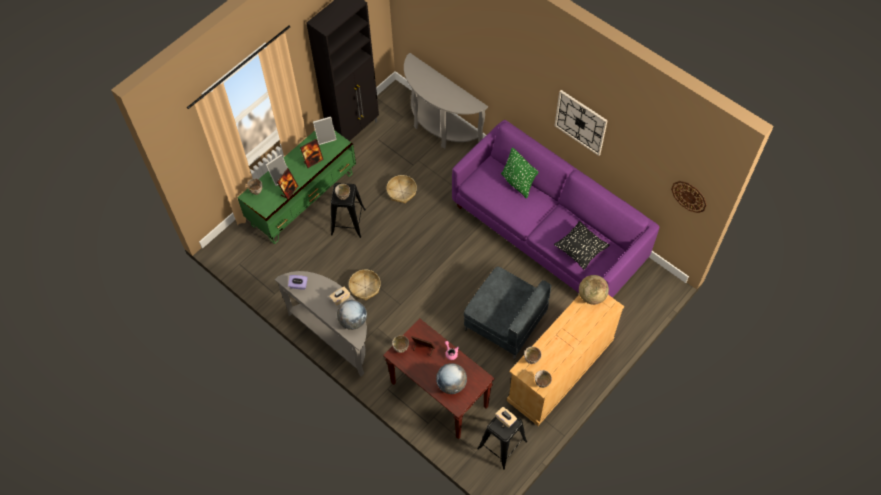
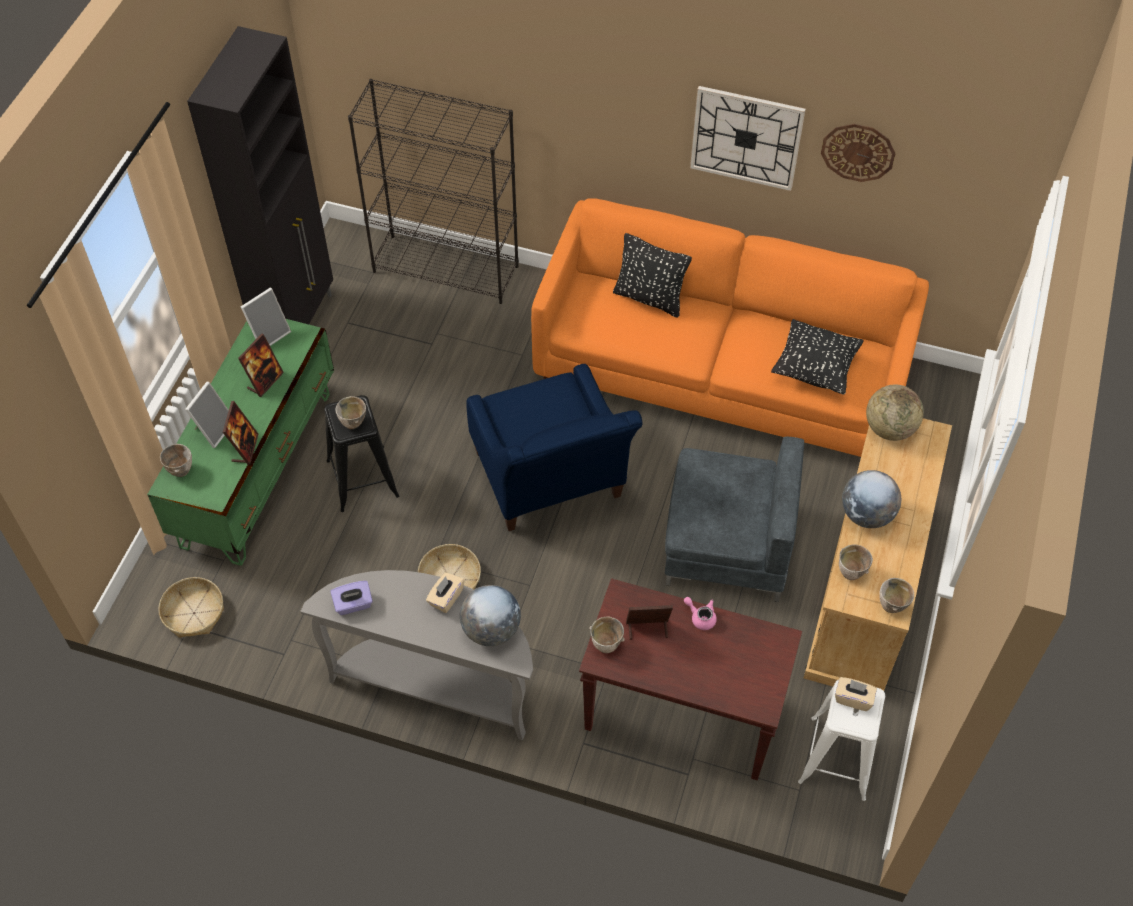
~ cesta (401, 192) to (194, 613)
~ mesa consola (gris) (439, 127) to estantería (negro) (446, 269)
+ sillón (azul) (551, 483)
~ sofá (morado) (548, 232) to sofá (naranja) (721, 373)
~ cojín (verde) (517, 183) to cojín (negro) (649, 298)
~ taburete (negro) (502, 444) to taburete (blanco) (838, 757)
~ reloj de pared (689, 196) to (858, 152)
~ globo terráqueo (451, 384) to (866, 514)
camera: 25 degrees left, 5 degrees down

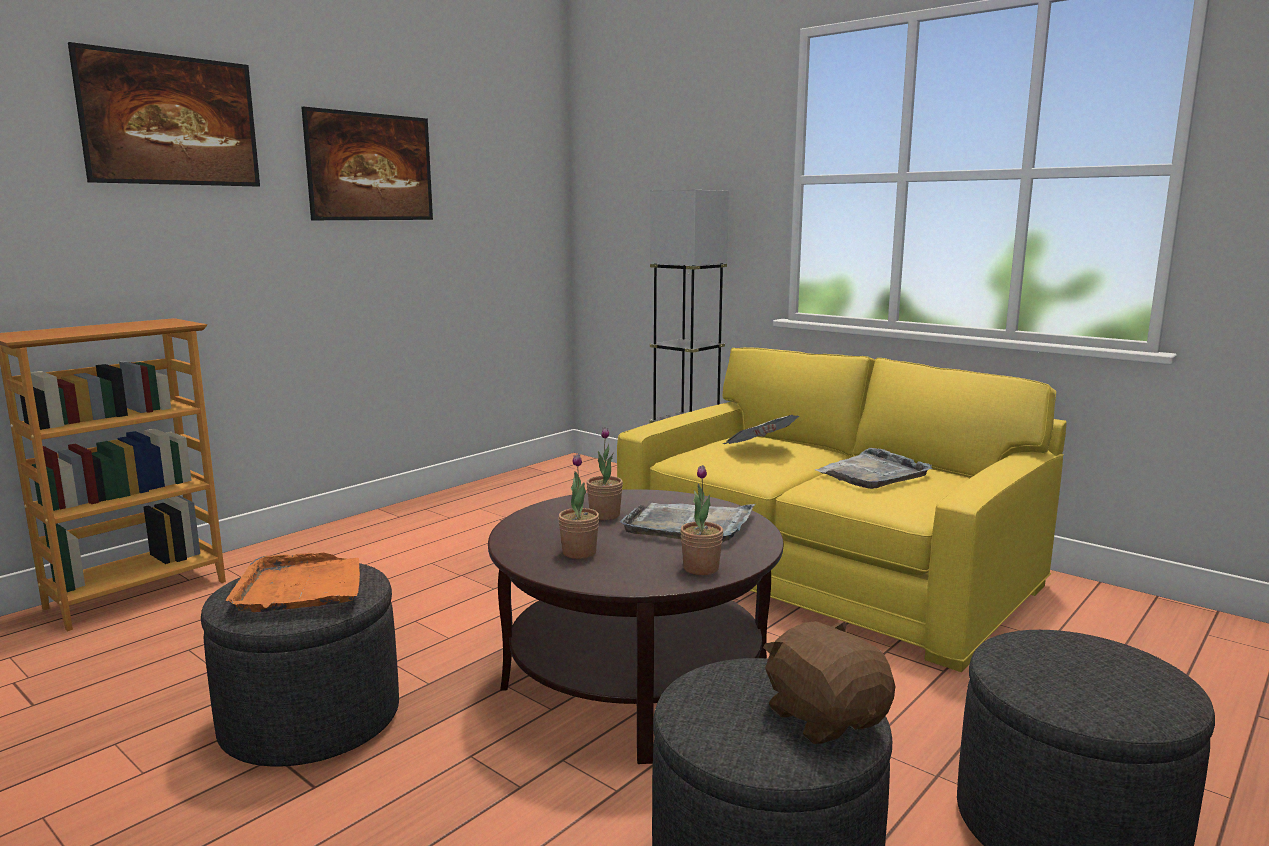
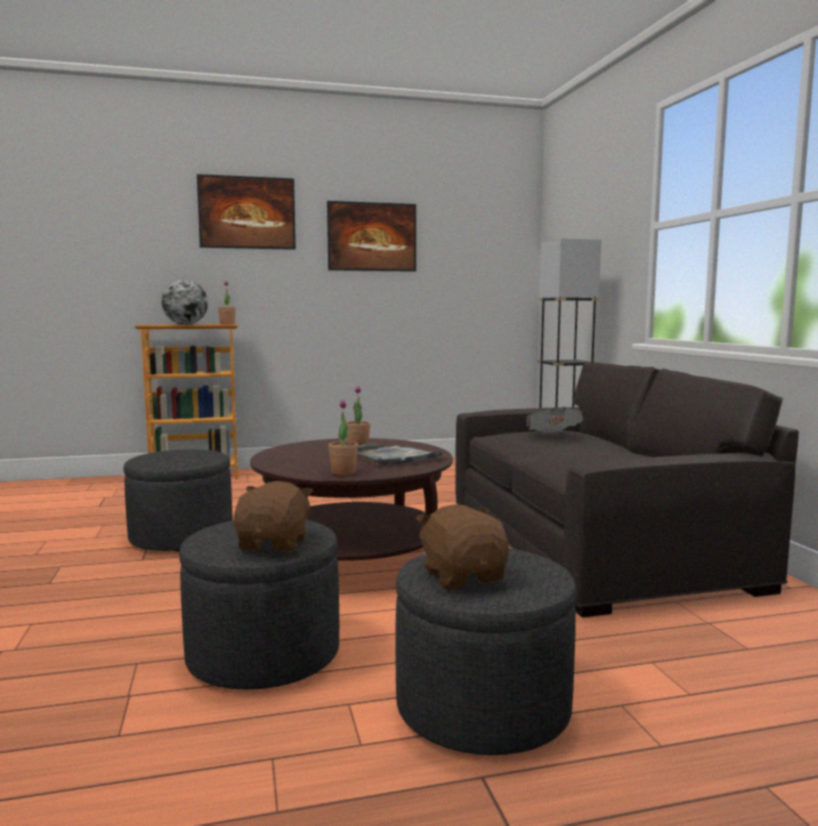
+ globo terráqueo (186, 324)
~ planta en maceta (579, 553) to (227, 324)
+ peluche (marrón) (463, 576)
~ sofá (amarillo) (826, 571) to sofá (gris) (593, 544)
- bandeja (naranja) (301, 588)
- bandeja (gris) (873, 473)
camera: 35 degrees right, 5 degrees down

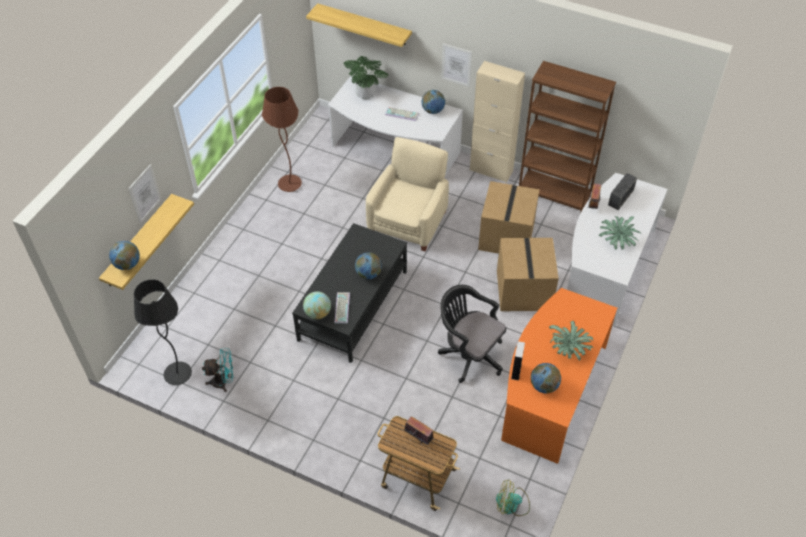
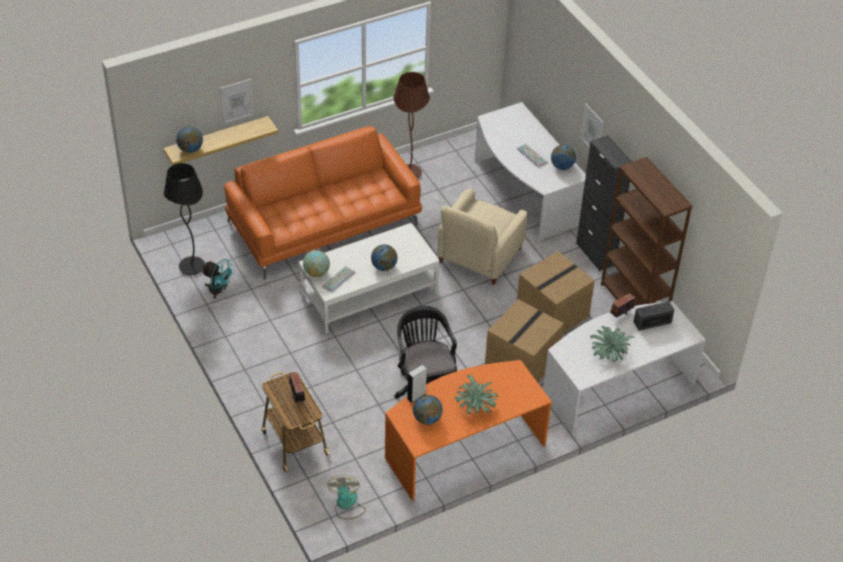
+ sofá (naranja) (324, 223)
~ mesa de centro (negro) (353, 305) to mesa de centro (blanco) (369, 293)
~ ventilador (512, 504) = (346, 505) 45 degrees clockwise
~ sillón (beis) (408, 221) = (479, 256) 150 degrees clockwise
~ armario (beis) (491, 170) to armario (negro) (595, 254)
- estante (364, 24)
- planta en maceta (366, 93)
camera: 35 degrees right, 5 degrees down

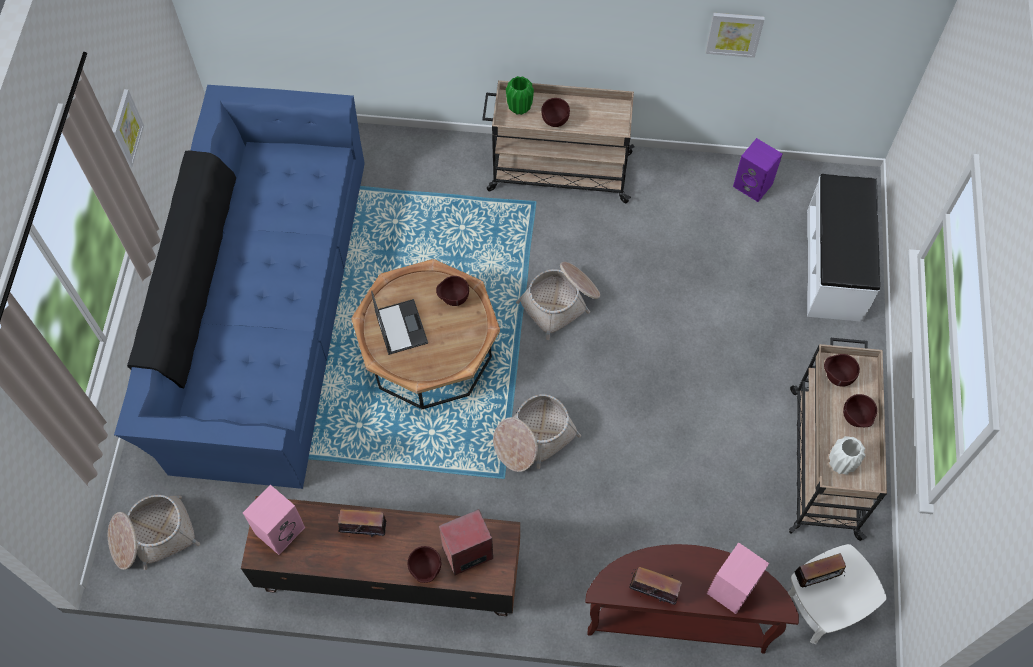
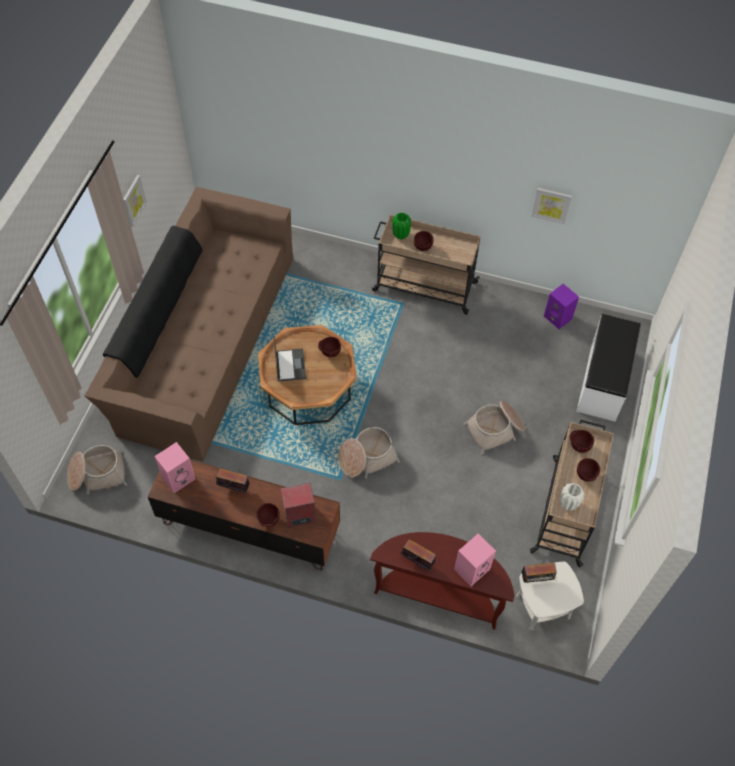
~ sofá (azul) (261, 308) to sofá (marrón) (202, 340)
~ cesta (561, 302) to (495, 429)
camera: 10 degrees right, 5 degrees down

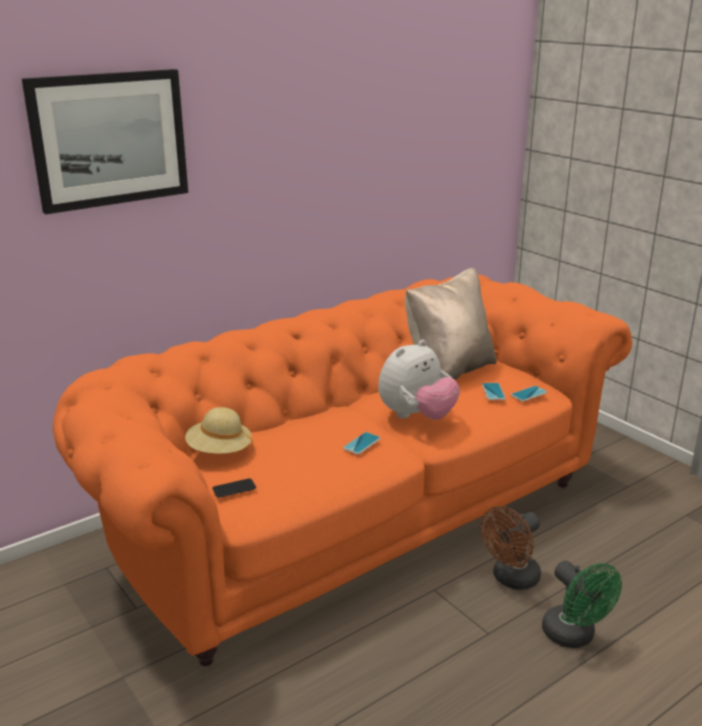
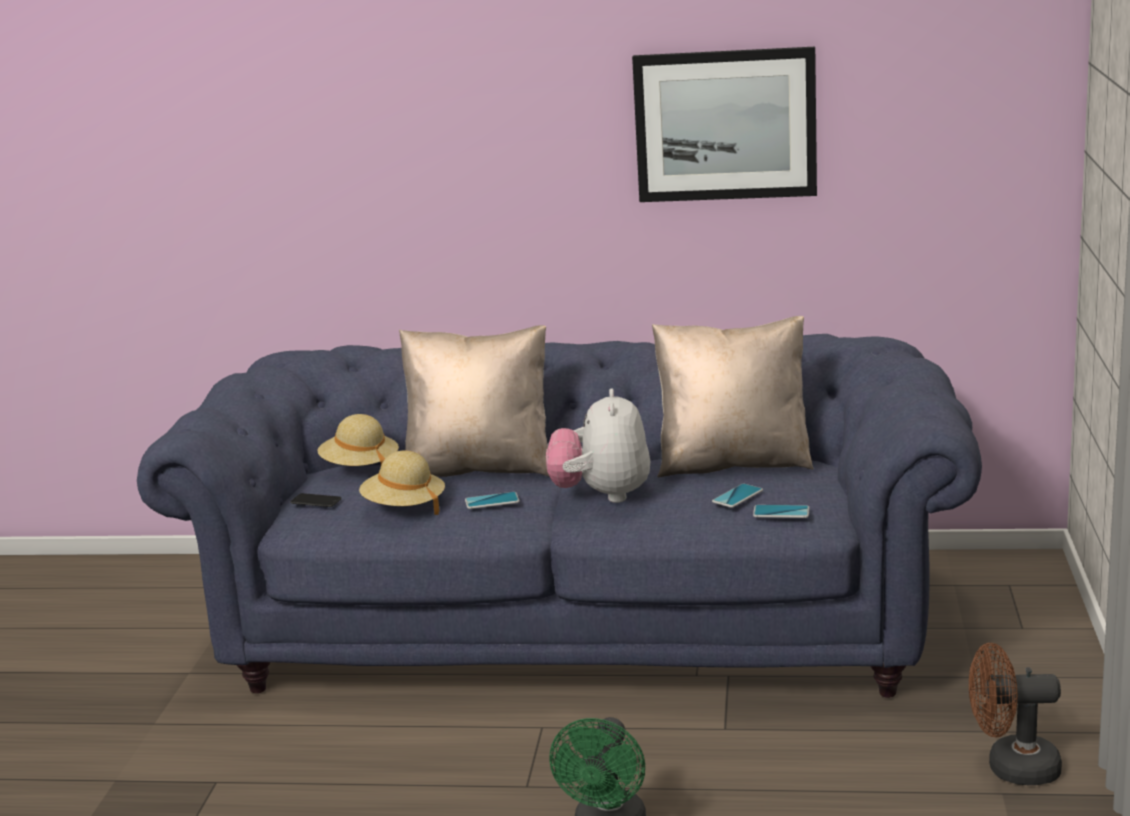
~ sofá (naranja) (352, 515) to sofá (azul) (579, 629)
+ sombrero (beis) (404, 507)
+ cojín (beis) (480, 467)
~ peluche (416, 416) = (602, 495) 90 degrees clockwise
~ cuadro (109, 139) to (725, 125)
~ ventilador (marrón) (511, 579) to (1011, 768)
camera: 45 degrees right, 5 degrees down

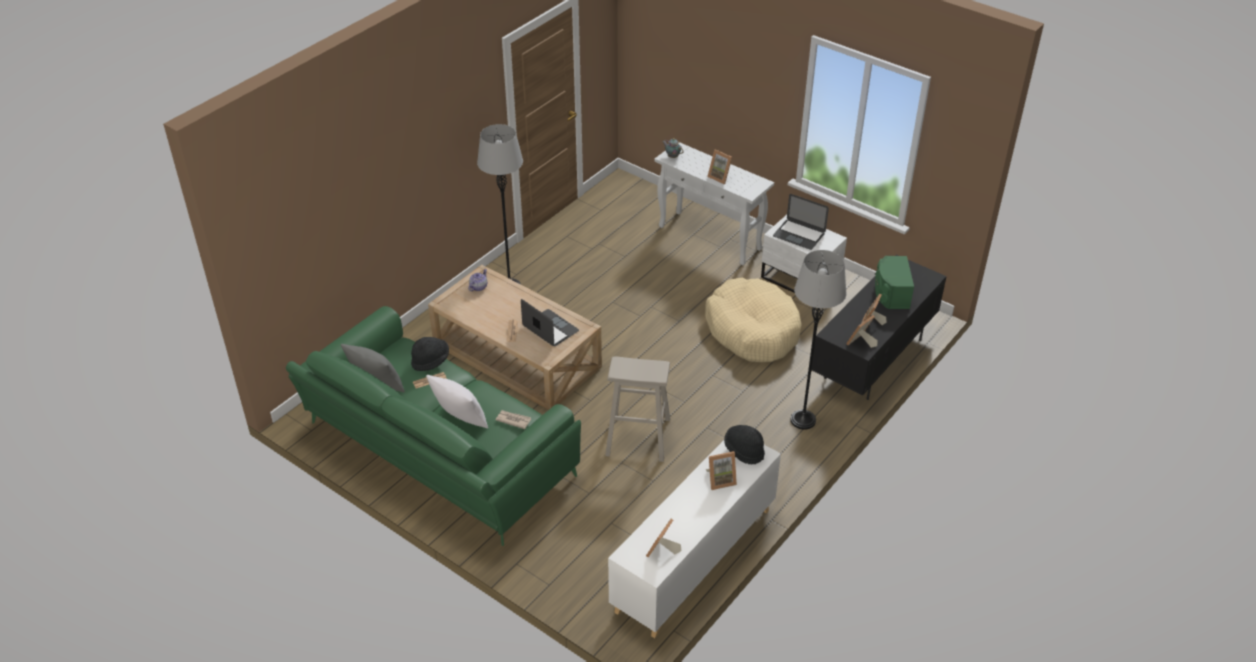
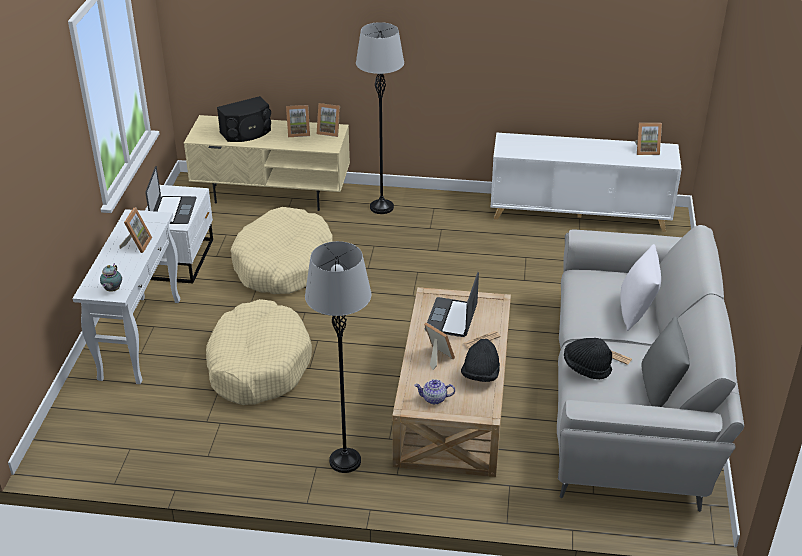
~ mueble de televisión (negro) (873, 359) to mueble de televisión (beis) (273, 193)
+ cama para perro (beis) (258, 364)
~ altavoz (verde) (891, 293) to altavoz (negro) (247, 133)
~ portarretratos (720, 480) to (436, 357)
~ sombrero (negro) (744, 450) to (480, 375)
~ sofá (verde) (437, 451) to sofá (gris) (631, 394)
- periódico (513, 420)
- taburete (beis) (637, 437)
camera: 120 degrees left, 5 degrees down

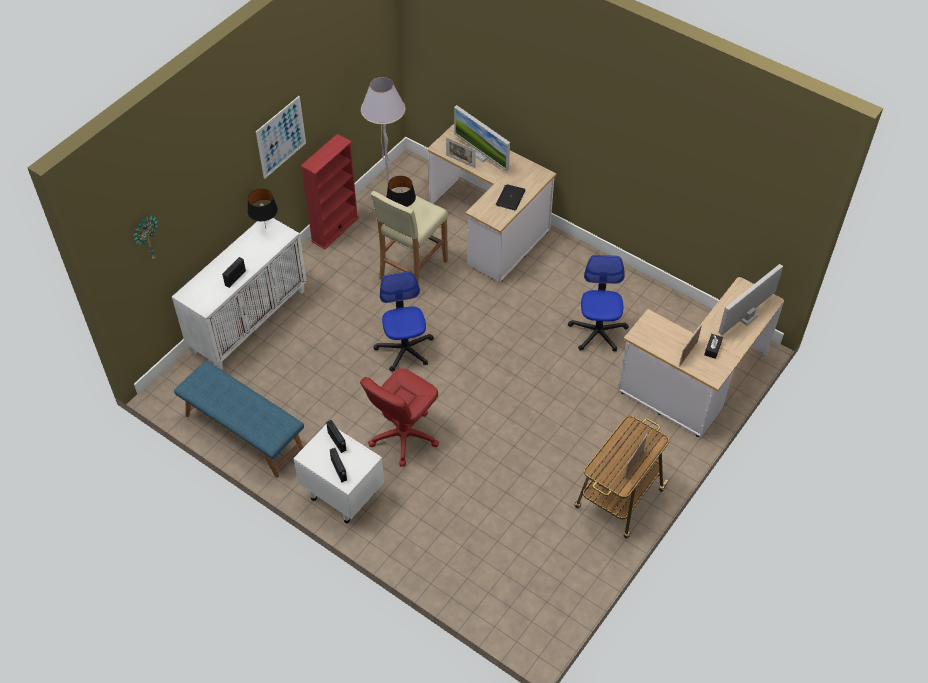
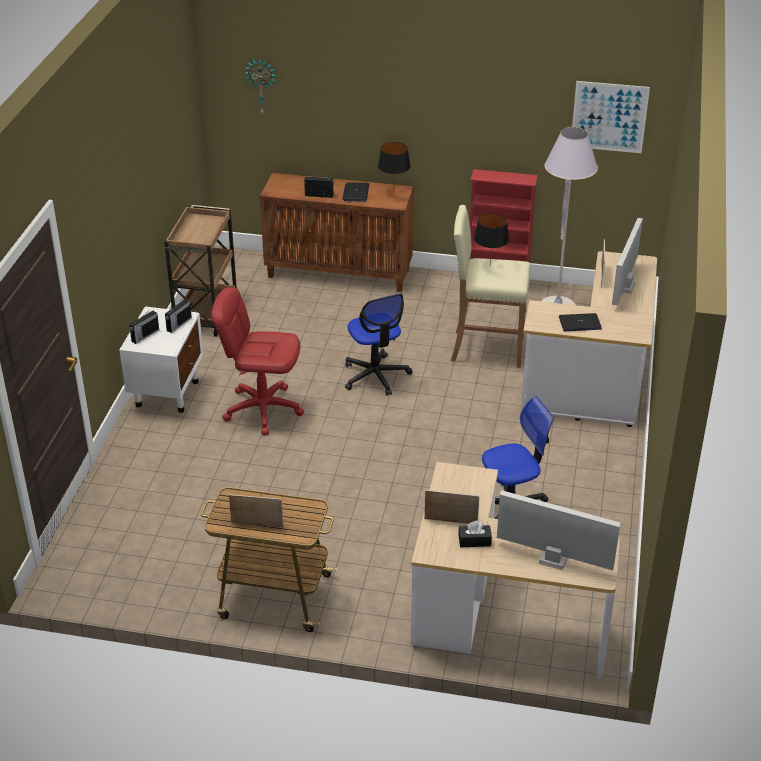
~ banco (azul) (243, 432) to carrito (marrón) (206, 313)
~ armario (blanco) (249, 320) to armario (marrón) (340, 273)
+ portátil (356, 193)
~ silla de oficina (405, 349) = (375, 376) 105 degrees clockwise
~ cuadro (281, 137) to (609, 117)
camera: 65 degrees right, 15 degrees down

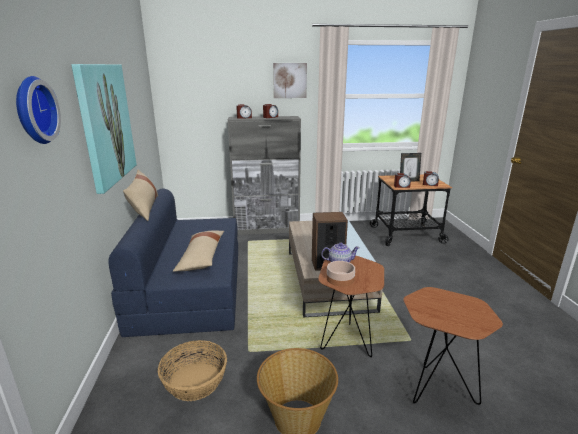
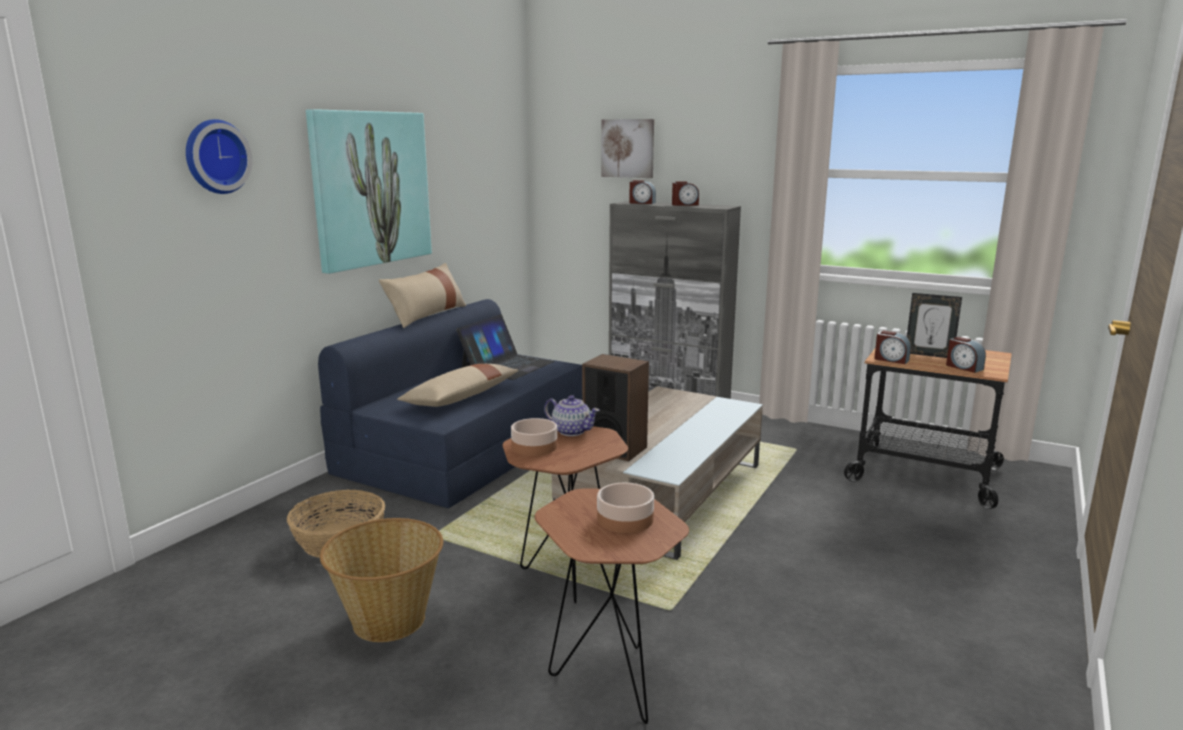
+ portátil (507, 365)
+ cuenco (624, 519)
~ cuadro (290, 80) to (628, 148)
camera: 35 degrees right, 5 degrees down

